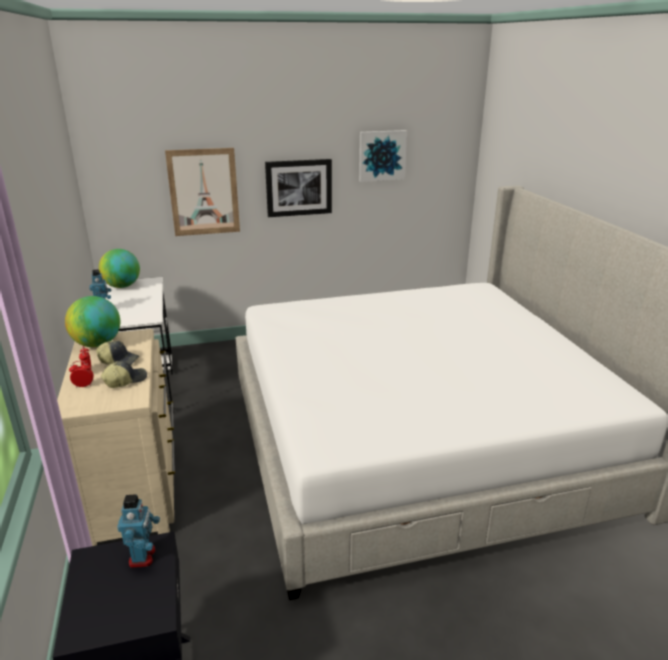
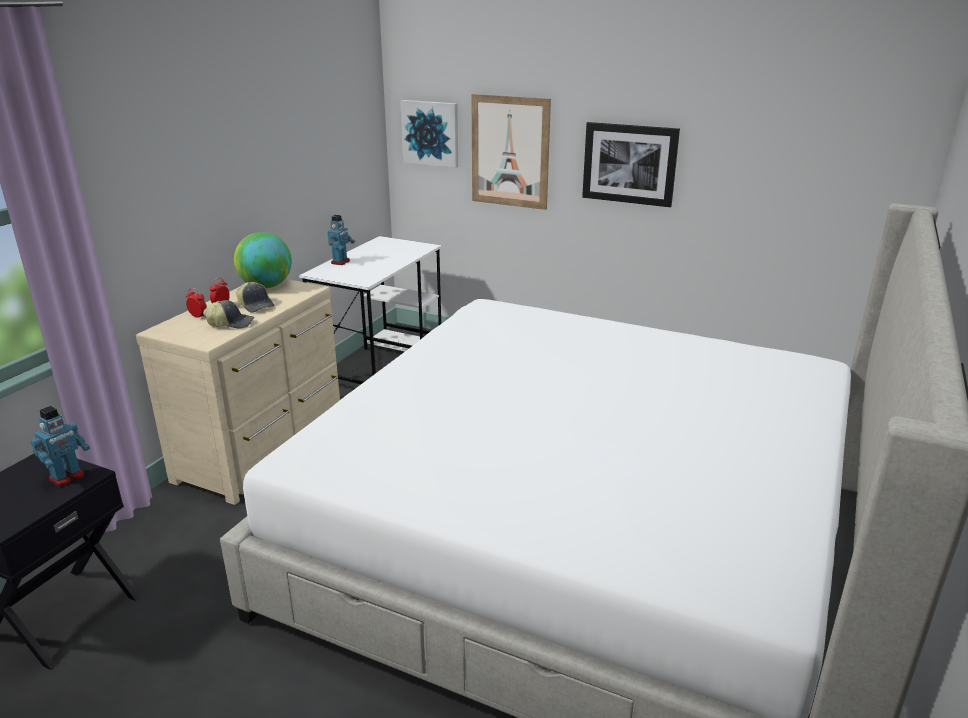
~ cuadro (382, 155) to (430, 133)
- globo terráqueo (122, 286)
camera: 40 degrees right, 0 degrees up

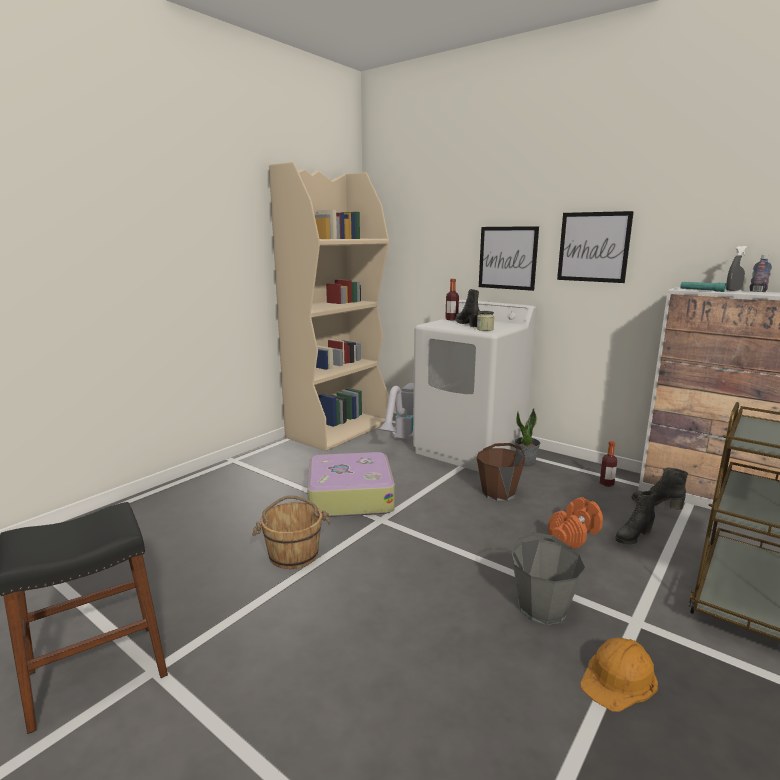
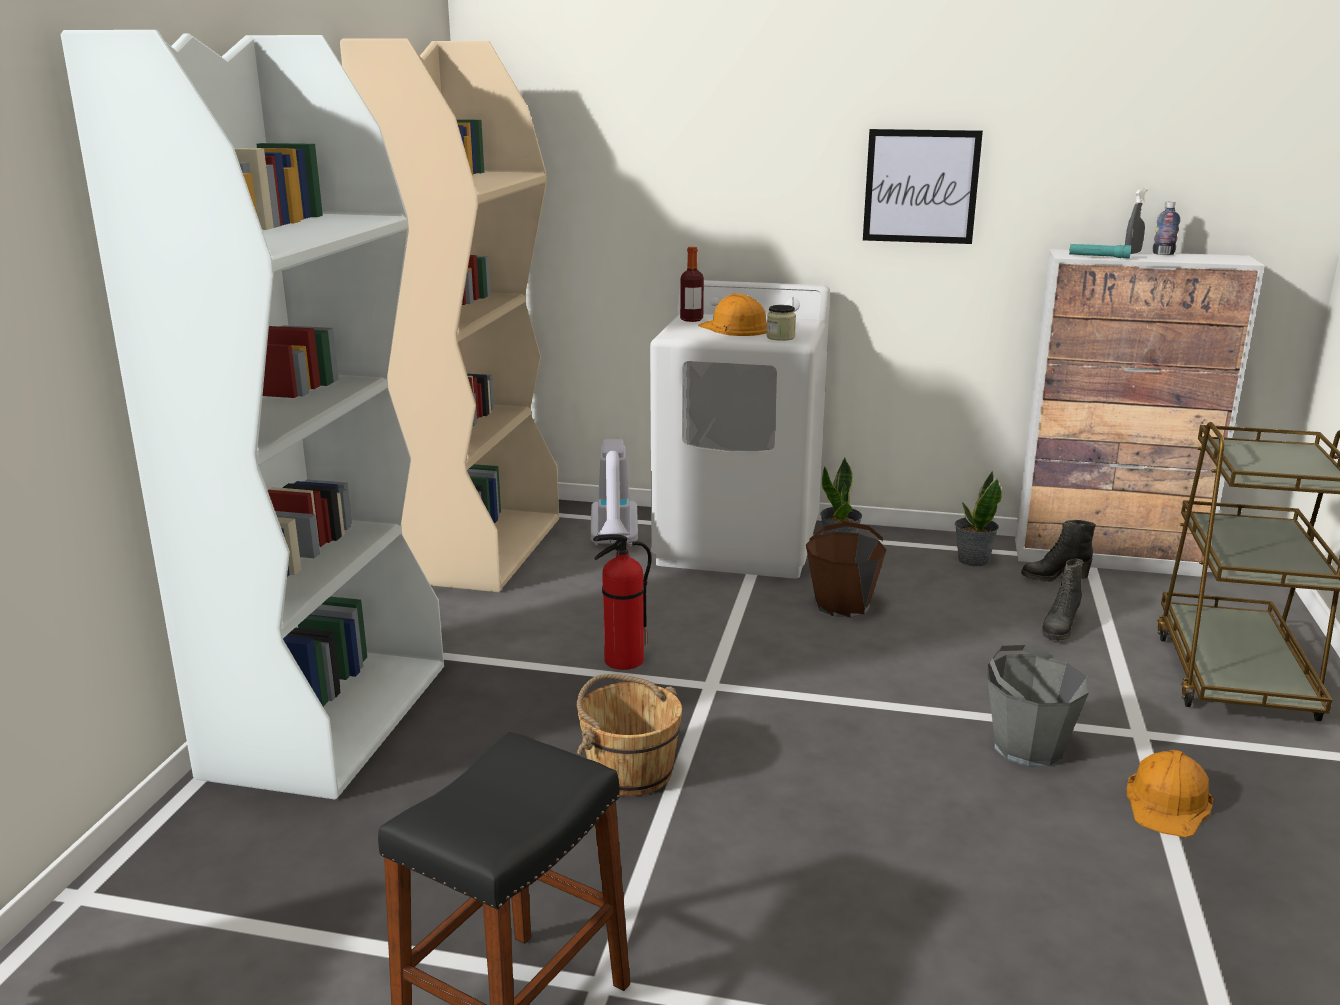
+ estantería (blanco) (329, 718)
~ maleta (349, 496) to extintor (623, 660)
~ bota (negro) (467, 324) to casco (naranja) (735, 328)
~ botella (606, 484) to planta en maceta (973, 560)
- cuadro (507, 258)
- mancuerna (naranja) (574, 535)
camera: 25 degrees left, 5 degrees up

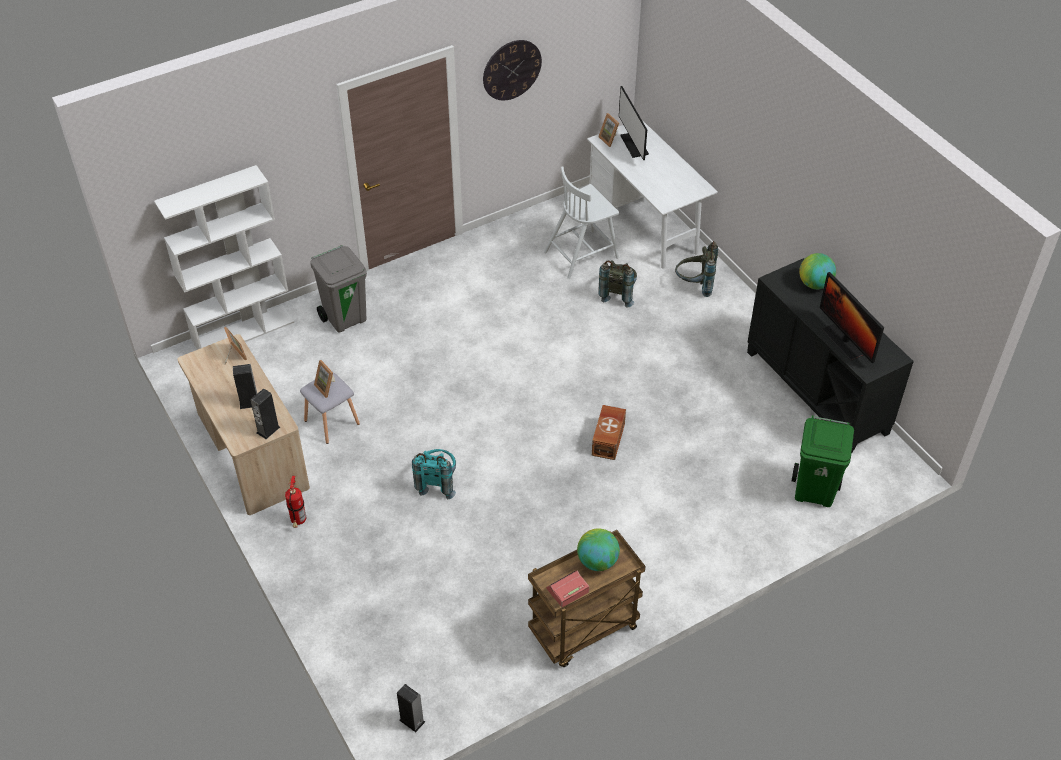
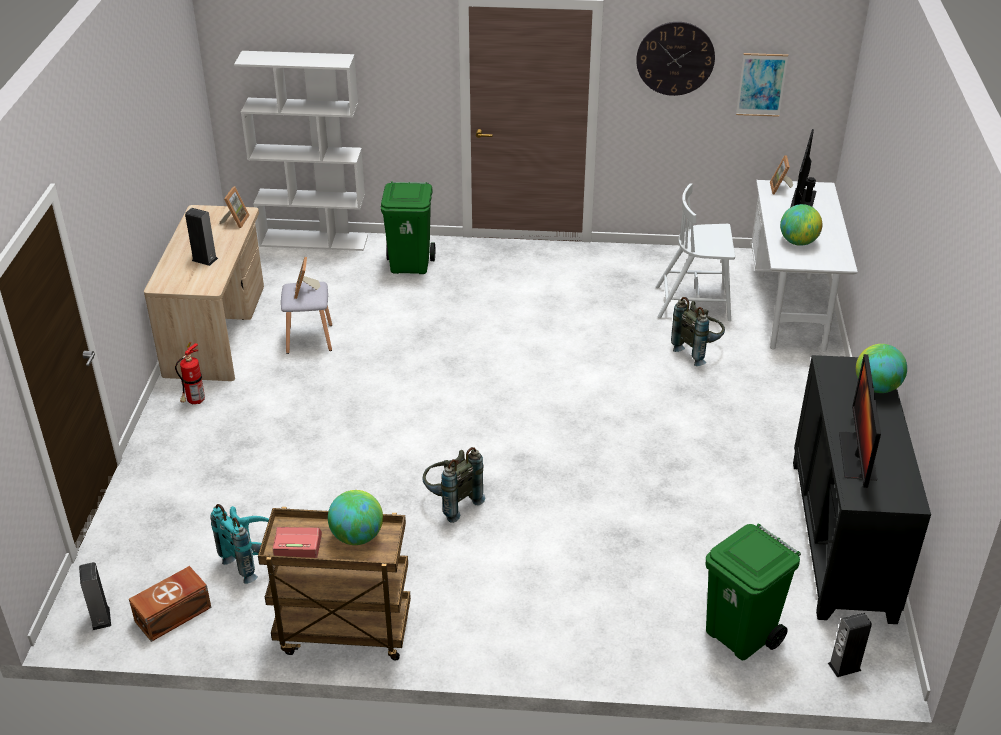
~ caja de almacenaje (marrón) (609, 439) to (174, 614)
~ mochila (turquesa) (437, 482) to (253, 560)
~ papelera (gris) (345, 318) to papelera (verde) (411, 265)
~ mochila (gris) (695, 286) to (451, 502)
+ cuadro (761, 84)
+ globo terráqueo (798, 242)
~ altavoz (268, 430) to (844, 666)
camera: 35 degrees right, 10 degrees down

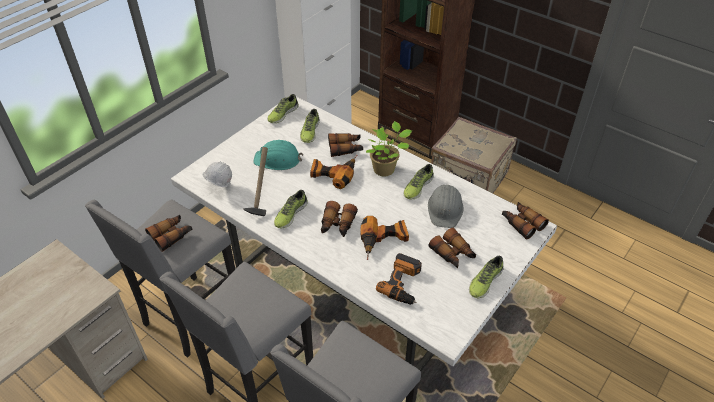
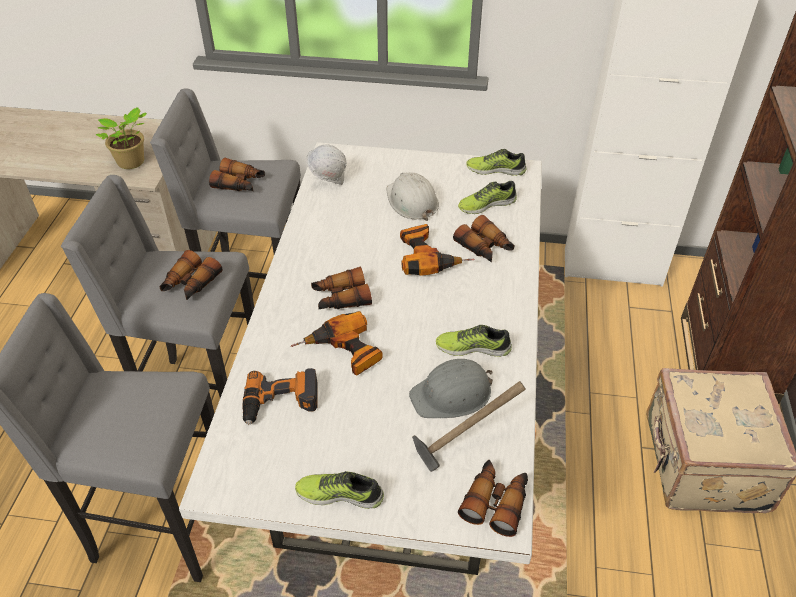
~ planta en maceta (385, 169) to (132, 163)
~ prismáticos (453, 254) to (190, 284)
~ casco (turquesa) (278, 159) to casco (blanco) (411, 201)
~ martillo (261, 198) to (463, 445)
- zapato (290, 214)
camera: 60 degrees right, 0 degrees up

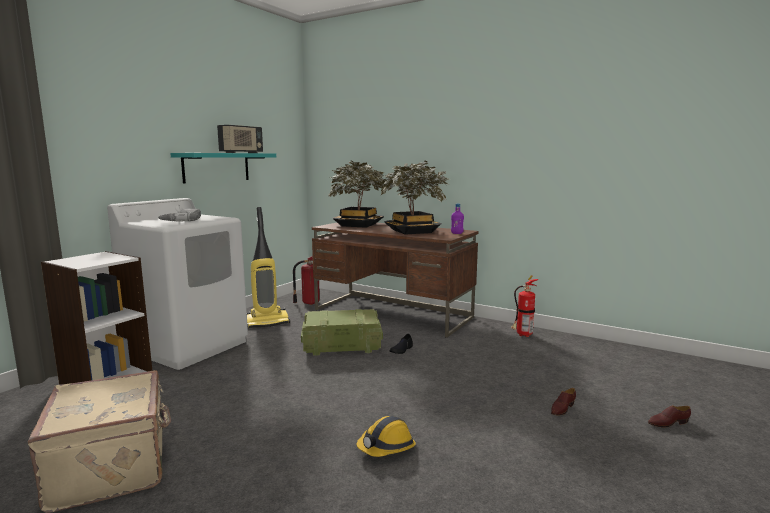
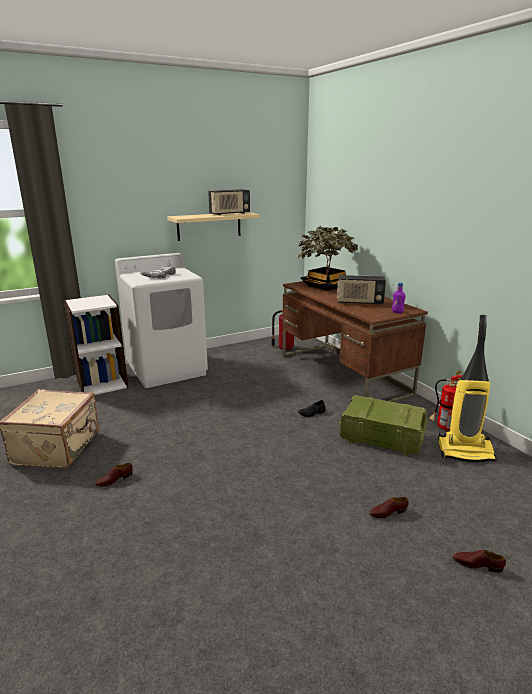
+ zapato (marrón) (114, 480)
~ estante (turquesa) (216, 167) to estante (beis) (209, 226)
~ planta en maceta (412, 231) to radio (359, 302)
~ caja de embalaje (343, 345) to (383, 437)
~ aspiradora (267, 322) to (465, 451)
- casco (386, 447)
camera: 30 degrees right, 10 degrees up

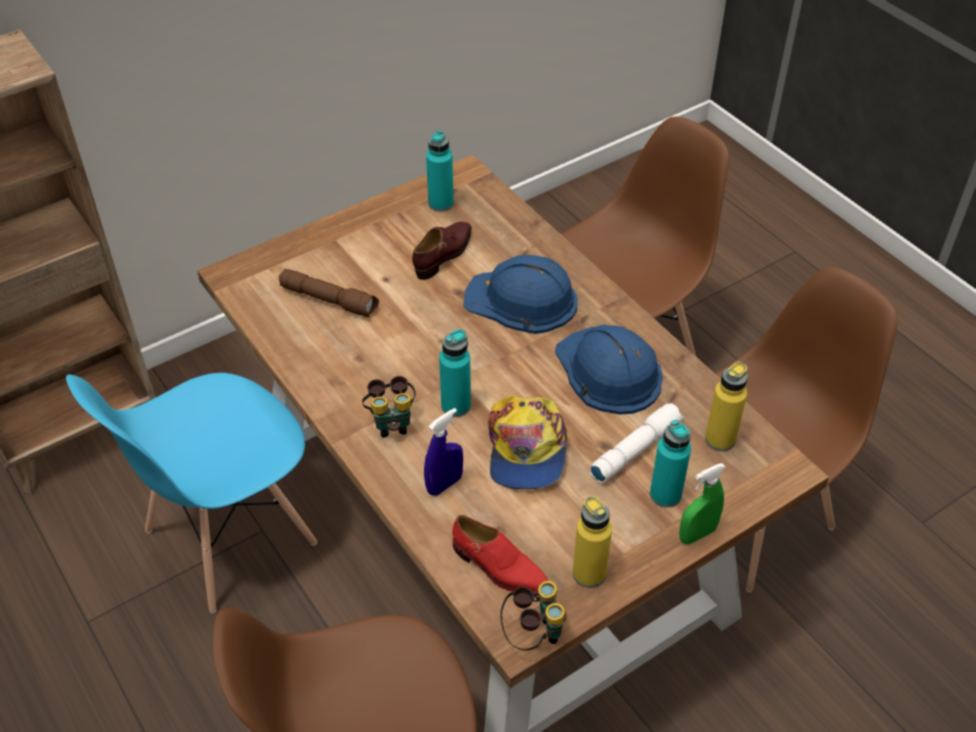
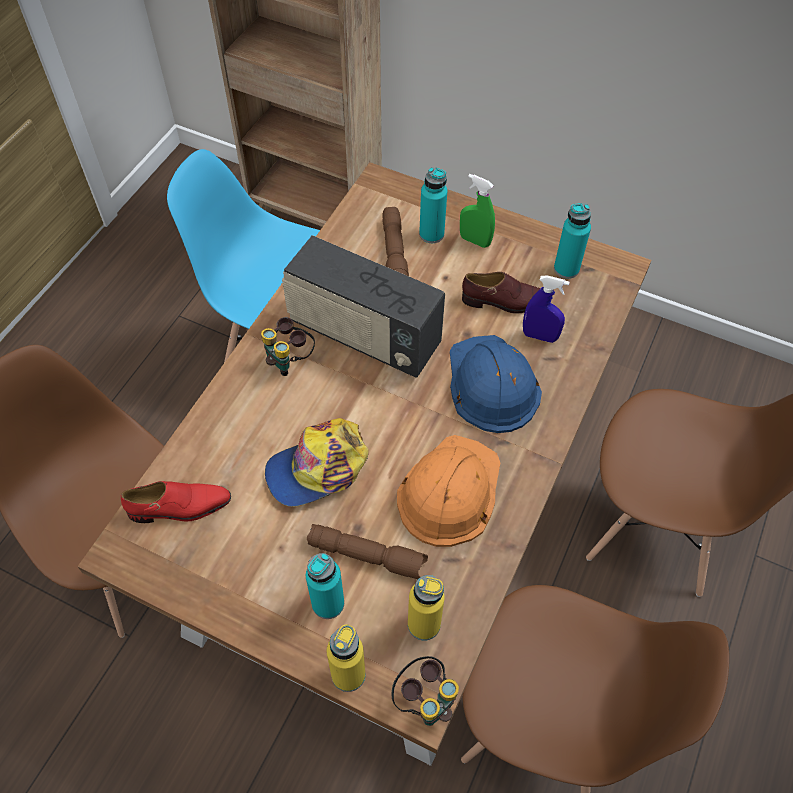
~ zapato (rojo) (499, 568) = (180, 507) 105 degrees counterclockwise
+ radio (363, 335)
~ linterna (blanco) (635, 449) to linterna (marrón) (368, 555)
~ botella (amarillo) (589, 573) to (348, 674)
~ prismáticos (533, 634) to (425, 700)
~ casco (azul) (608, 371) to casco (naranja) (449, 491)
~ botella (turquesa) (456, 406) to (431, 234)
~ pulverizador (verde) (697, 534) to (475, 240)
~ pulverizador (azul) (444, 484) to (539, 336)
camera: 60 degrees right, 10 degrees up

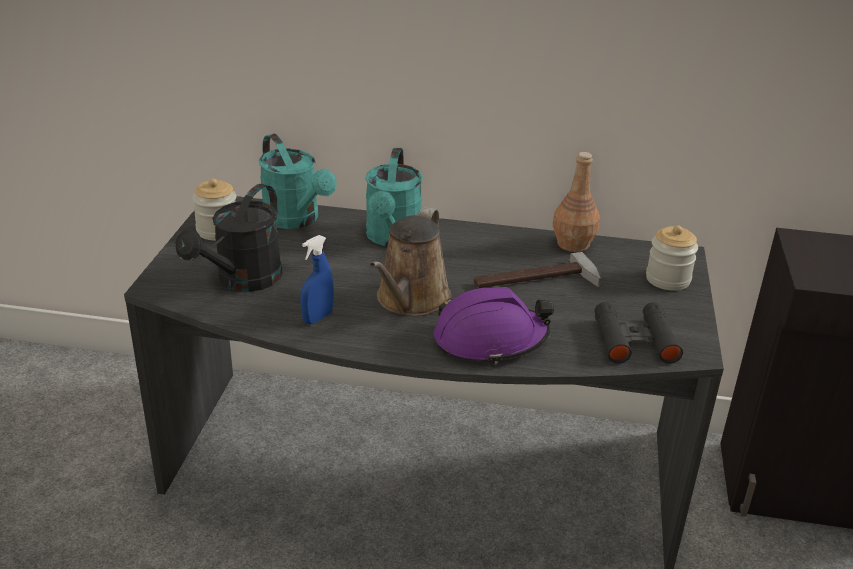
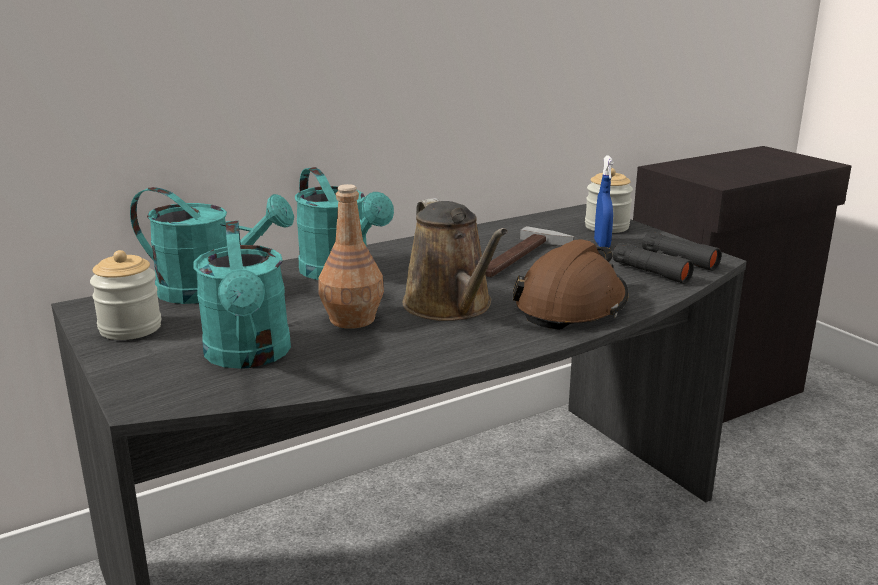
~ regadera (negro) (242, 281) to regadera (turquesa) (249, 356)
~ botella (marrón) (573, 244) to (352, 319)
~ casco (morado) (490, 340) to casco (marrón) (572, 306)
~ pulverizador (azul) (317, 318) to (602, 244)
camera: 40 degrees left, 10 degrees down

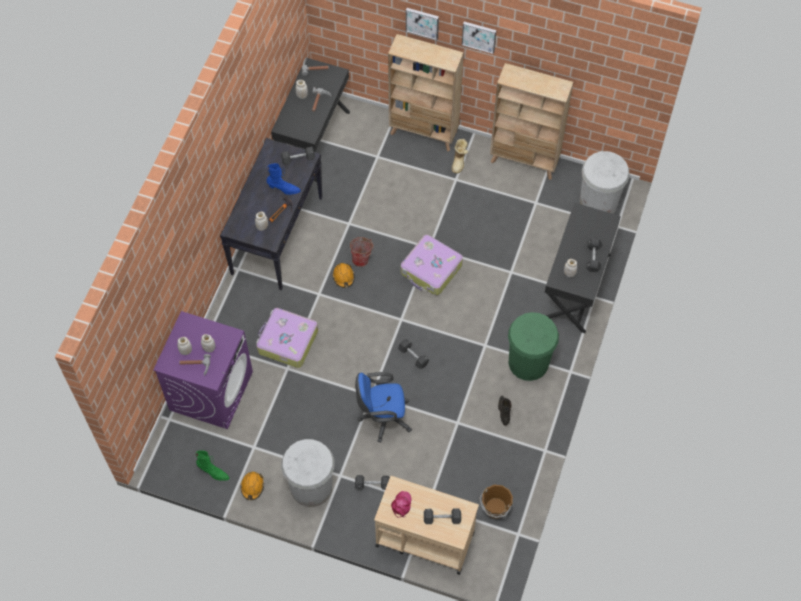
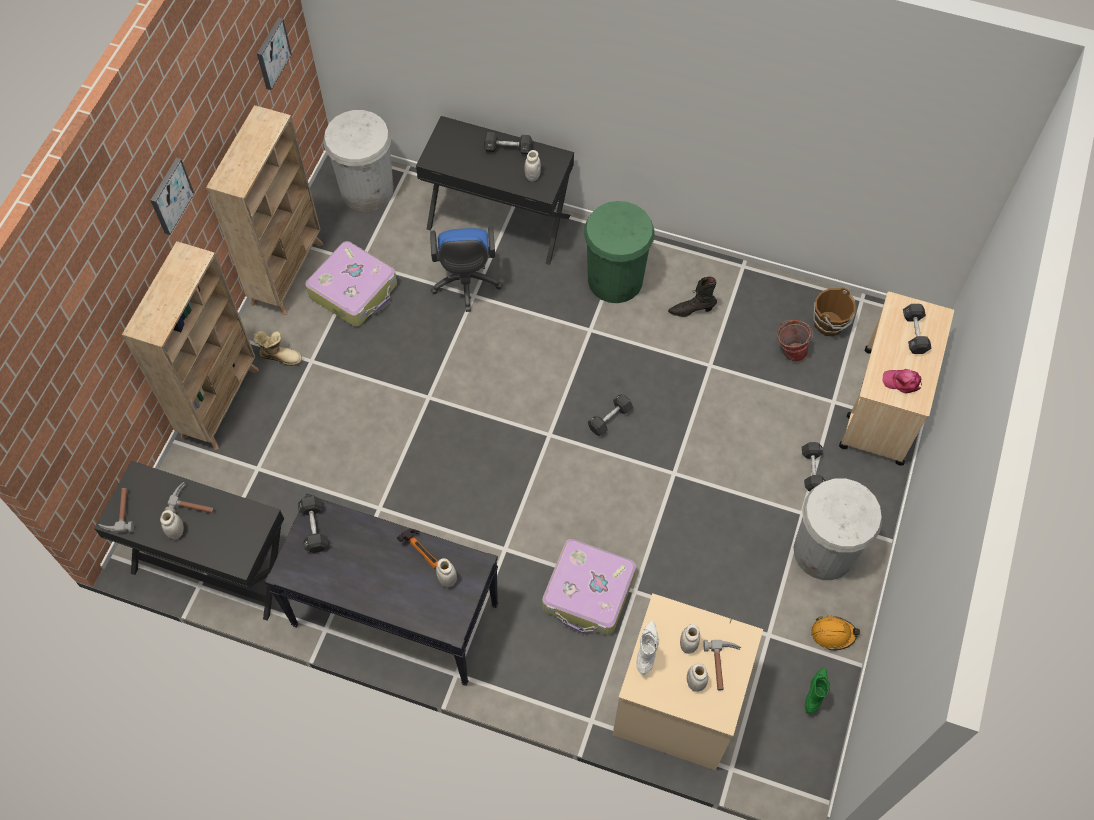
~ cuadro (422, 22) to (272, 53)
~ maleta (431, 270) to (354, 290)
~ silla de oficina (azul) (382, 417) to (466, 284)
~ lavadora (morado) (211, 390) to lavadora (beis) (677, 705)
+ bota (blanco) (647, 650)
~ cubo (362, 258) to (789, 351)
- bota (azul) (283, 189)
- casco (naranja) (343, 277)
camera: 90 degrees left, 0 degrees up

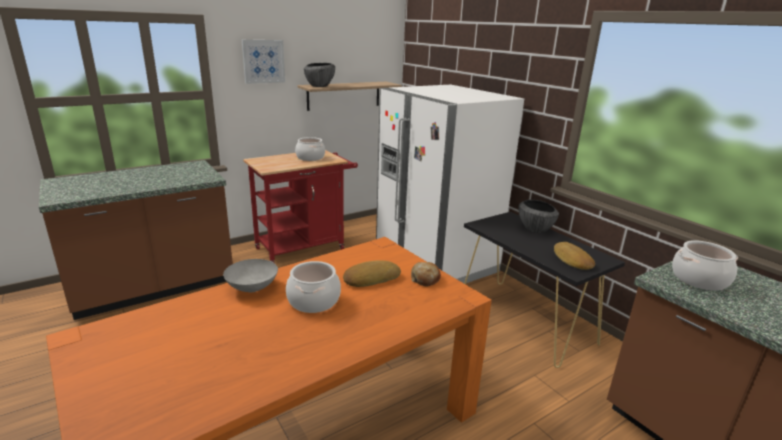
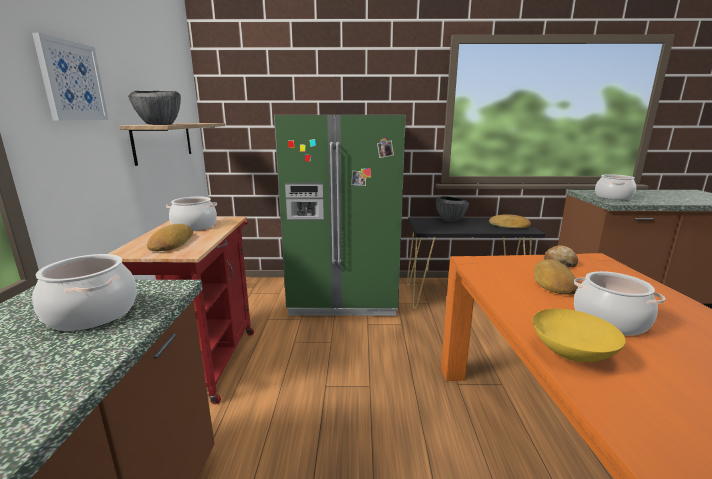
+ olla (92, 313)
+ pan (170, 243)
~ nevera (blanco) (435, 262) to nevera (verde) (344, 296)
~ cuenco (gris) (251, 288) to cuenco (amarillo) (572, 355)
camera: 55 degrees left, 5 degrees down

